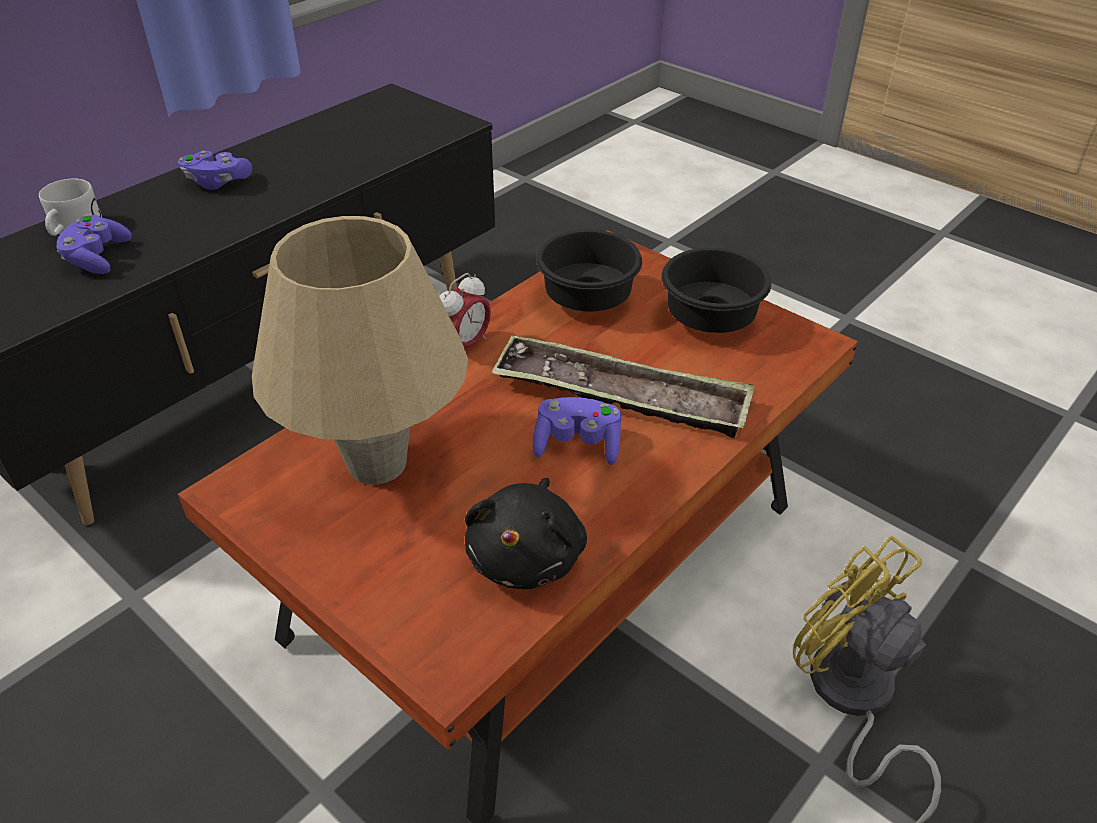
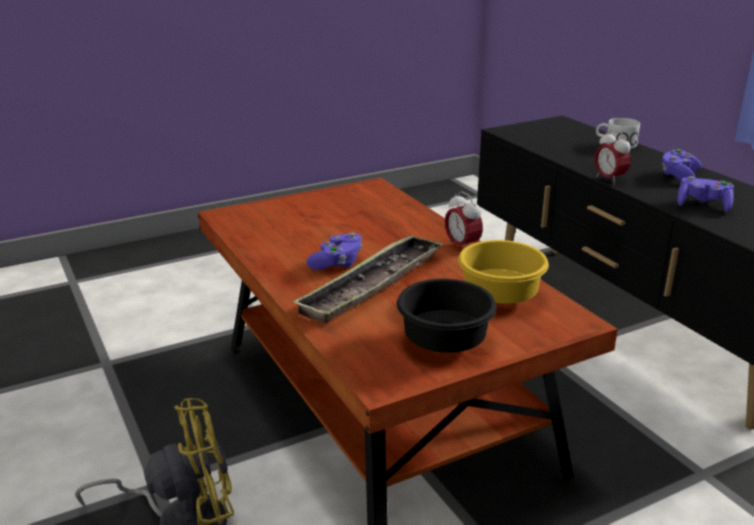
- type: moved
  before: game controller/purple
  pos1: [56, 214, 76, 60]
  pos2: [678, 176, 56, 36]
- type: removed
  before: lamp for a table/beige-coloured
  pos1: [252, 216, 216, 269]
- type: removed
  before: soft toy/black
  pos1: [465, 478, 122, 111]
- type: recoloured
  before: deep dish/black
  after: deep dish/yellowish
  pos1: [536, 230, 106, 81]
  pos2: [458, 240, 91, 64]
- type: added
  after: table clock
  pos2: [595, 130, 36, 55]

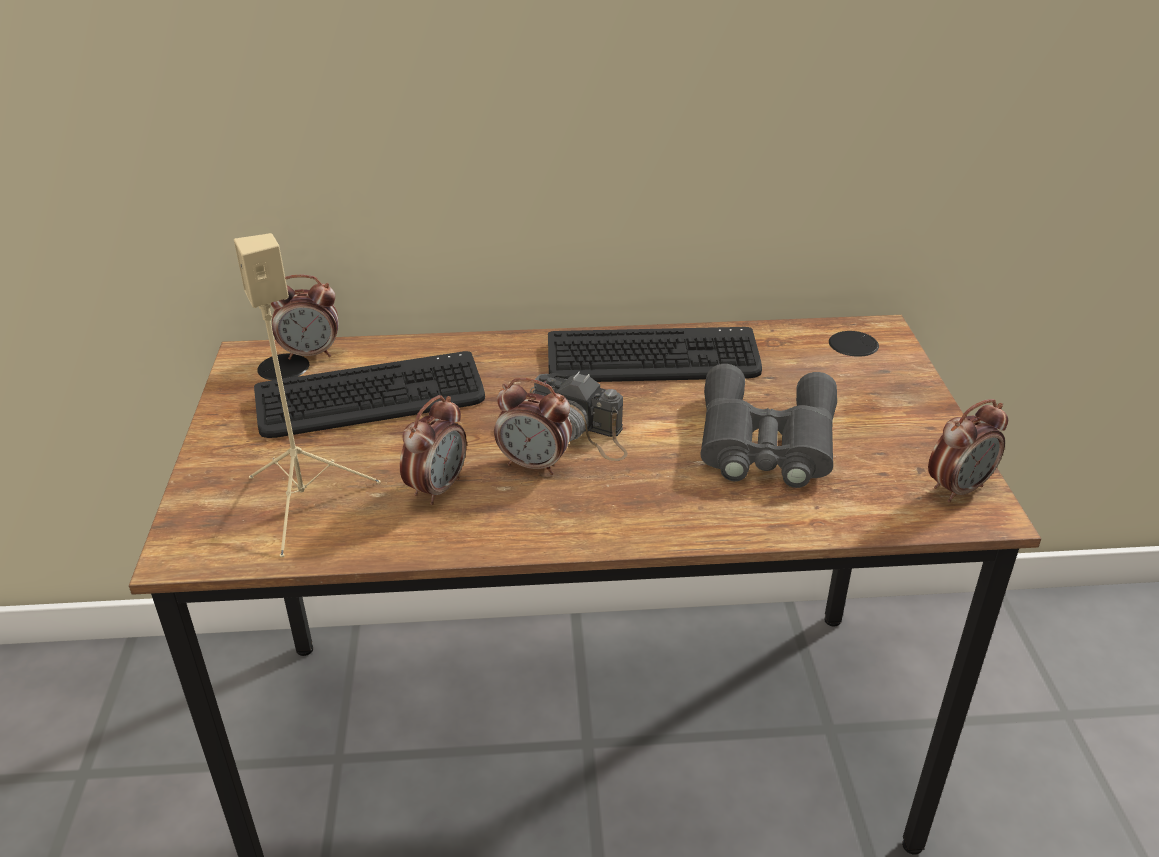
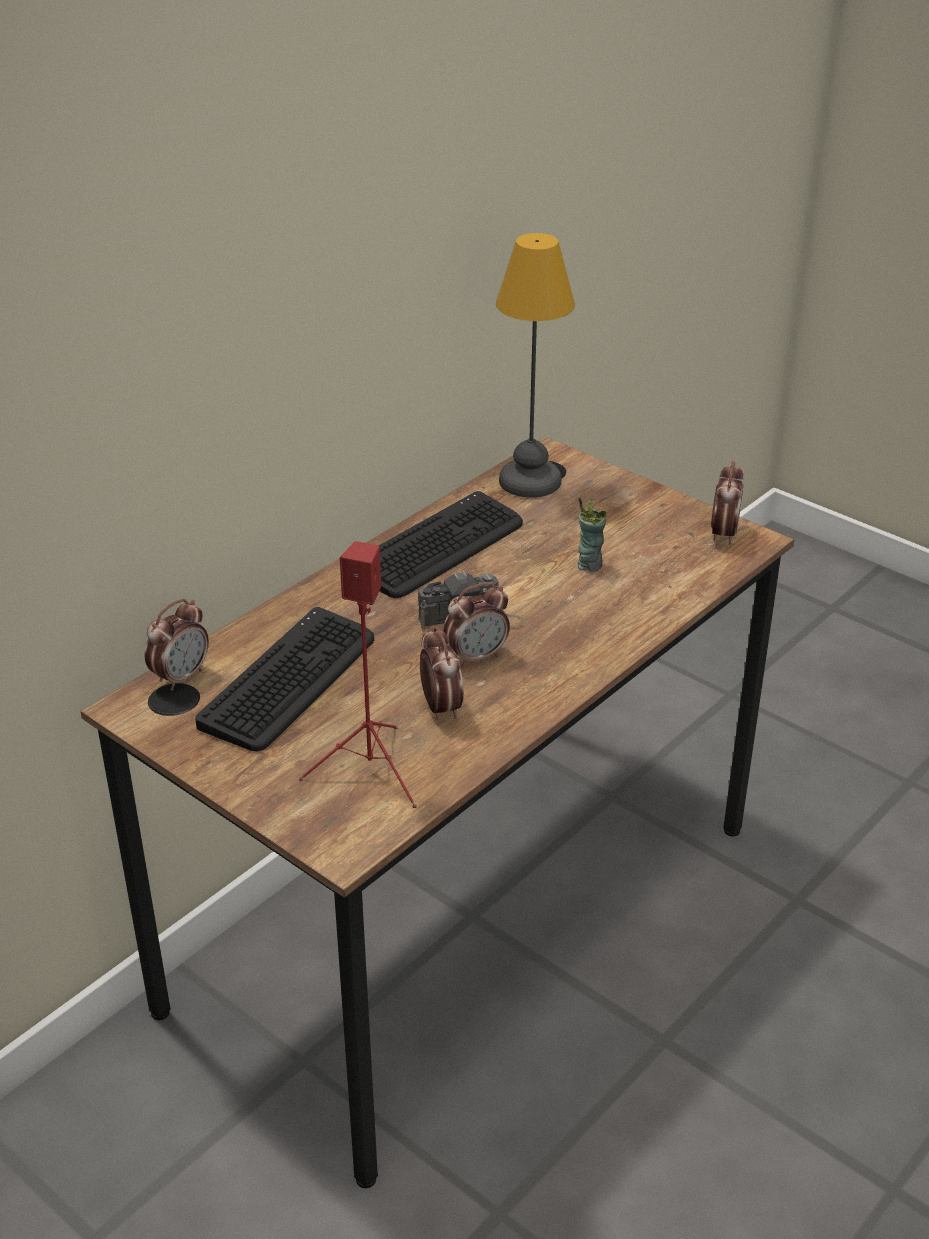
- type: recoloured
  before: audio speaker/beige-coloured
  after: audio speaker/red
  pos1: [234, 233, 147, 324]
  pos2: [299, 541, 118, 267]
- type: replaced
  before: binoculars/grey
  after: small cup
  pos1: [701, 364, 136, 124]
  pos2: [577, 497, 30, 75]
- type: added
  after: lamp for a table
  pos2: [496, 233, 79, 265]

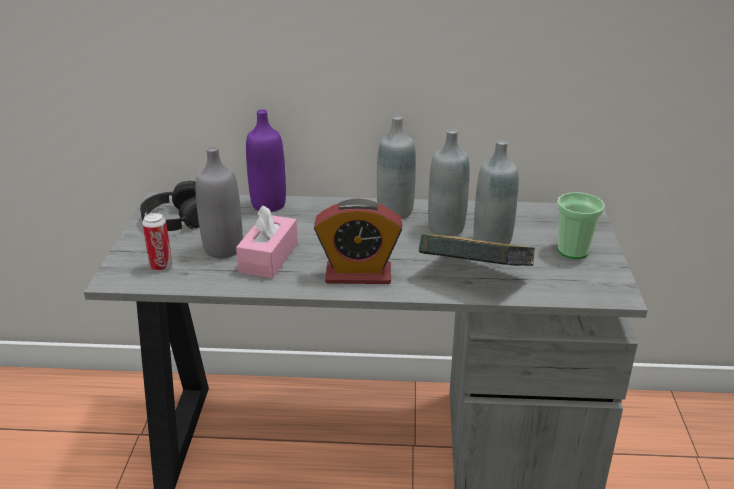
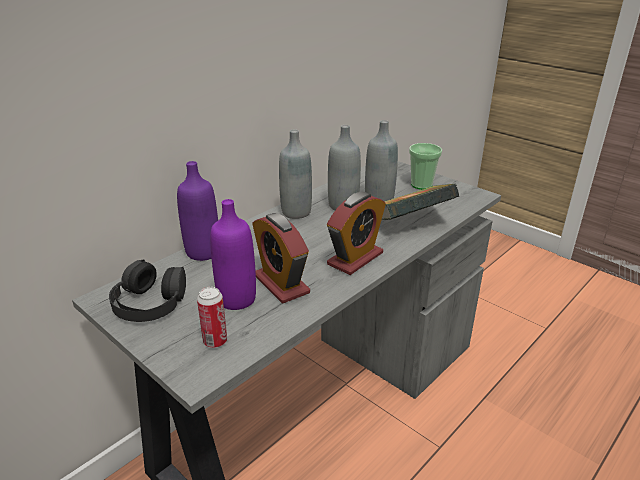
- type: recoloured
  before: bottle/grey
  after: bottle/purple
  pos1: [195, 147, 48, 112]
  pos2: [210, 199, 46, 111]
- type: replaced
  before: box of tissues/pink
  after: table clock
  pos1: [236, 205, 62, 73]
  pos2: [252, 213, 58, 90]

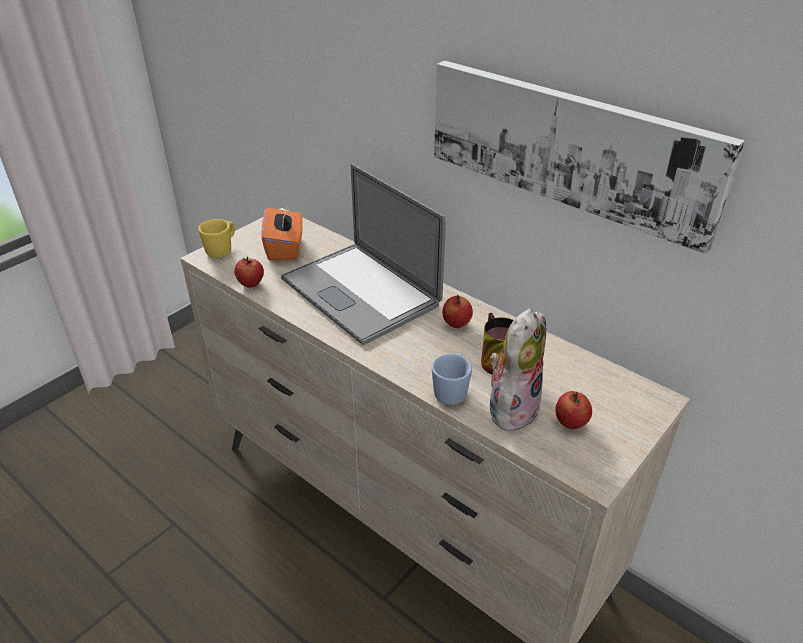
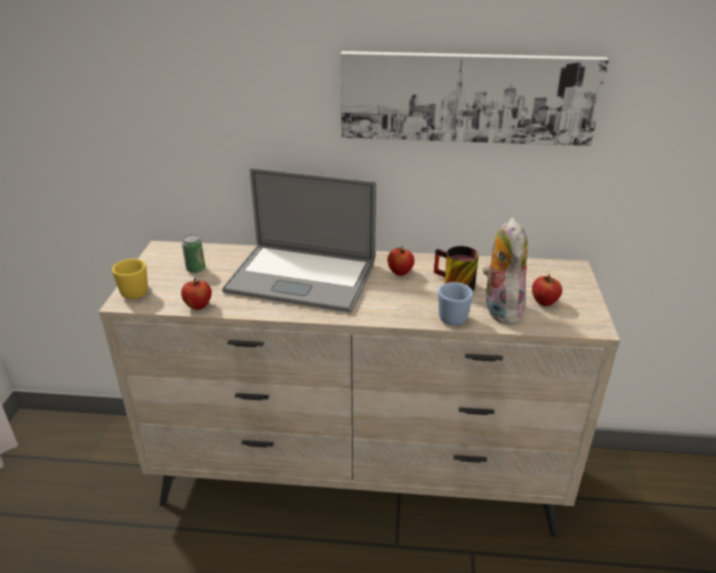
- type: replaced
  before: box of tissues/orange-coloured
  after: sealed can
  pos1: [261, 207, 42, 54]
  pos2: [182, 235, 23, 38]

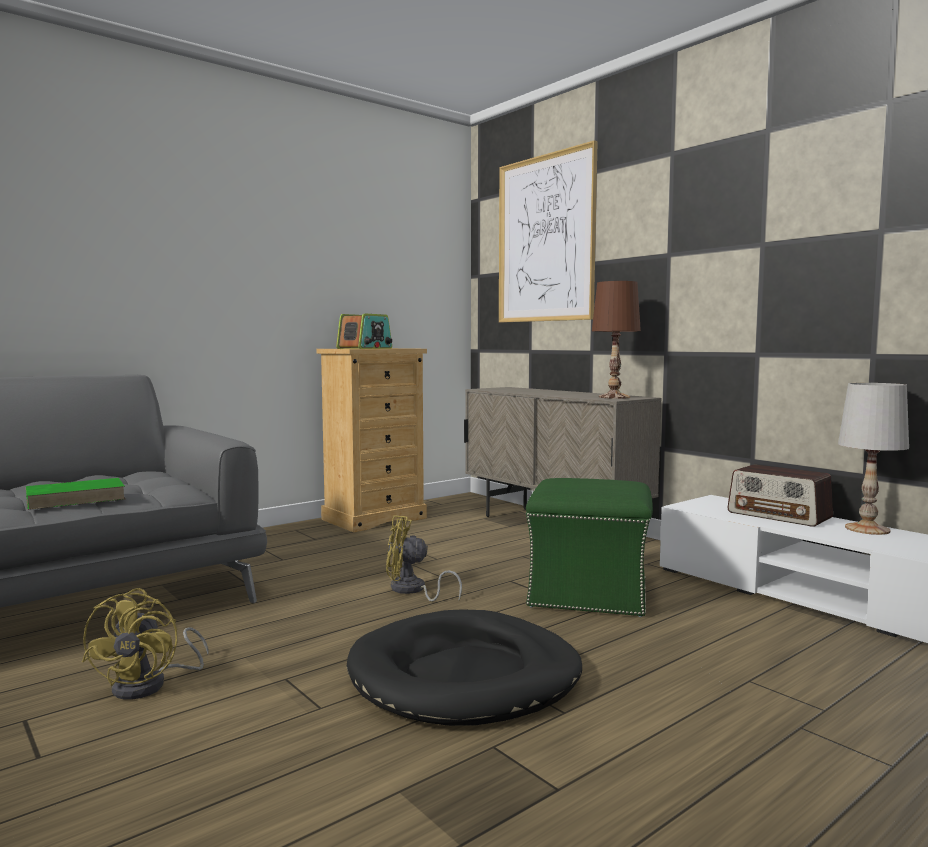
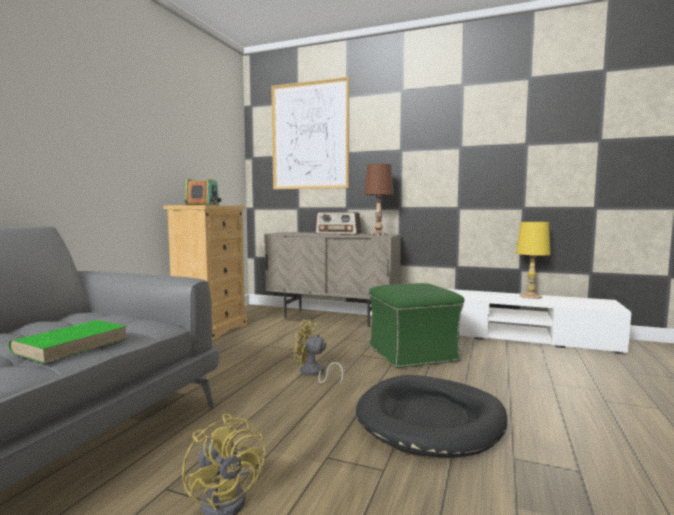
- type: turned
  before: electric fan/yellowish
  pos1: [386, 515, 76, 87]
  pos2: [294, 320, 50, 65]
  turn: 45
- type: moved
  before: radio receiver
  pos1: [727, 464, 106, 63]
  pos2: [315, 212, 46, 23]
- type: recoloured
  before: lamp for a table/white-coloured
  after: lamp for a table/yellowish
  pos1: [838, 383, 71, 152]
  pos2: [516, 222, 35, 77]

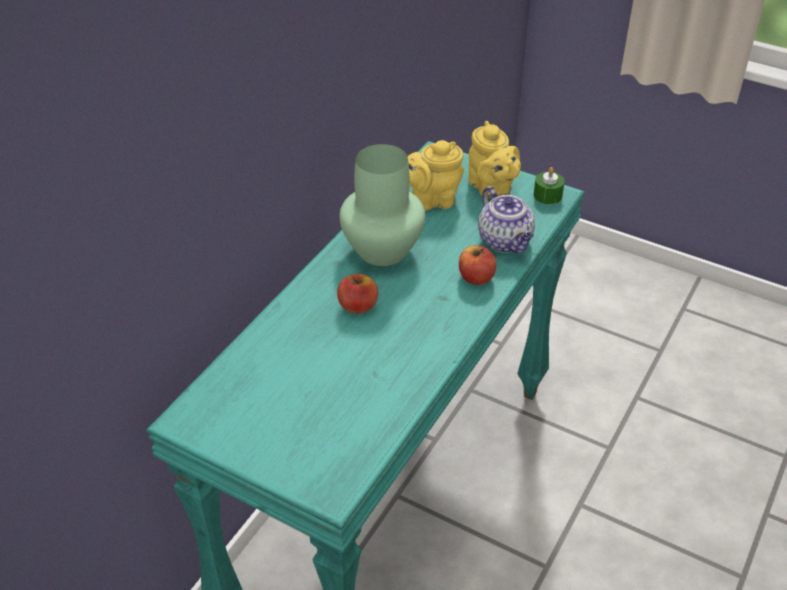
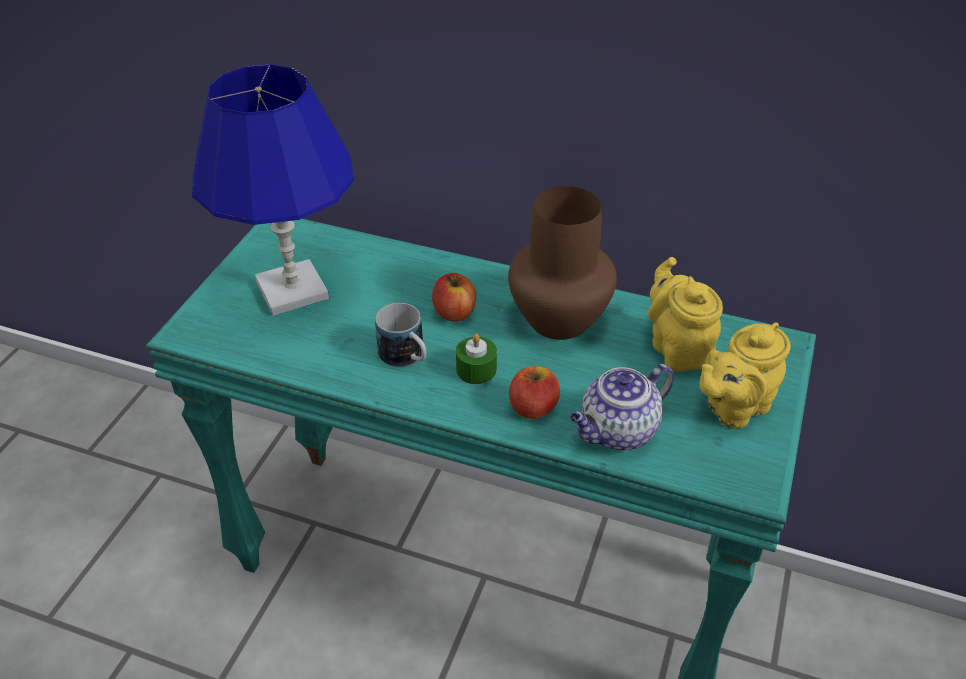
- type: recoloured
  before: vase/green-coloured
  after: vase/brown-coloured
  pos1: [339, 144, 86, 122]
  pos2: [508, 186, 109, 154]
- type: moved
  before: wax candle/green-coloured
  pos1: [534, 167, 31, 37]
  pos2: [456, 333, 41, 51]
- type: added
  after: lamp for a table/bluish
  pos2: [192, 64, 162, 251]
- type: added
  after: mug
  pos2: [375, 303, 51, 64]

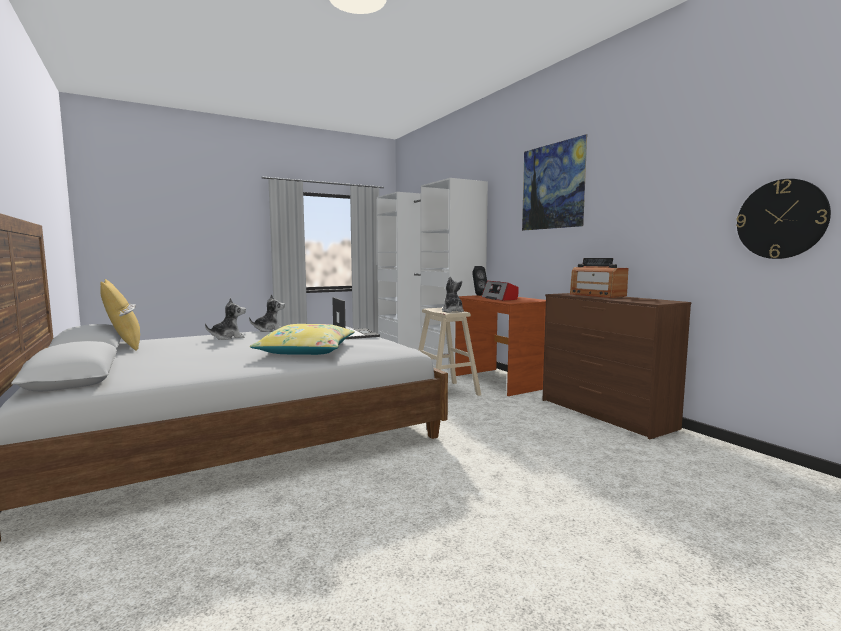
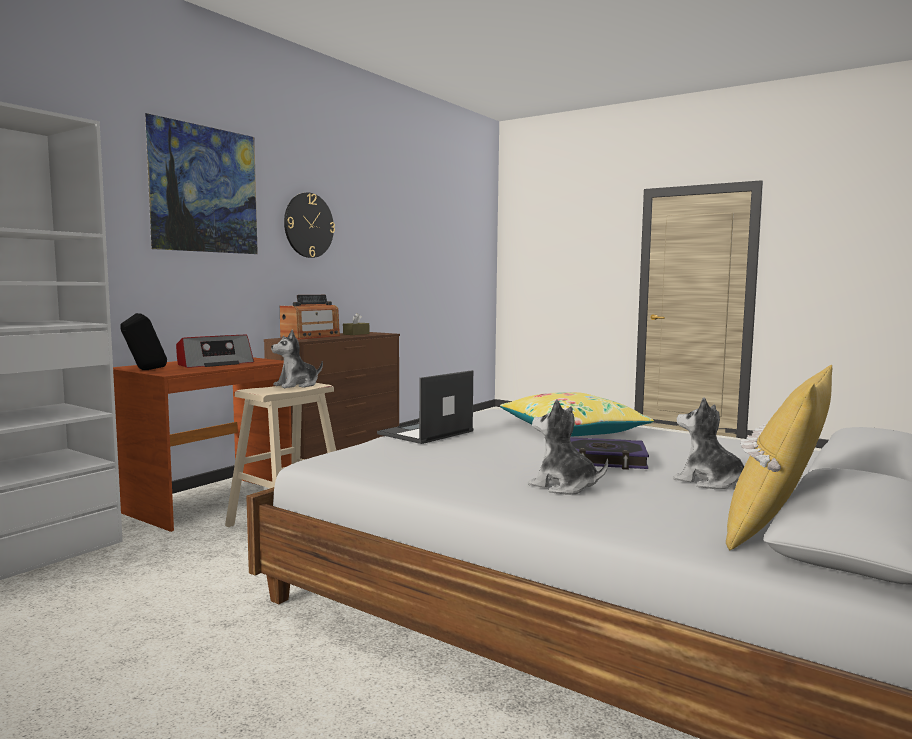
- type: moved
  before: soft toy
  pos1: [249, 294, 36, 38]
  pos2: [673, 397, 71, 92]
- type: moved
  before: wall clock
  pos1: [736, 179, 95, 80]
  pos2: [284, 193, 51, 65]
- type: added
  after: box of tissues/brown-coloured
  pos2: [343, 313, 26, 22]
- type: added
  after: bound book
  pos2: [570, 437, 79, 33]

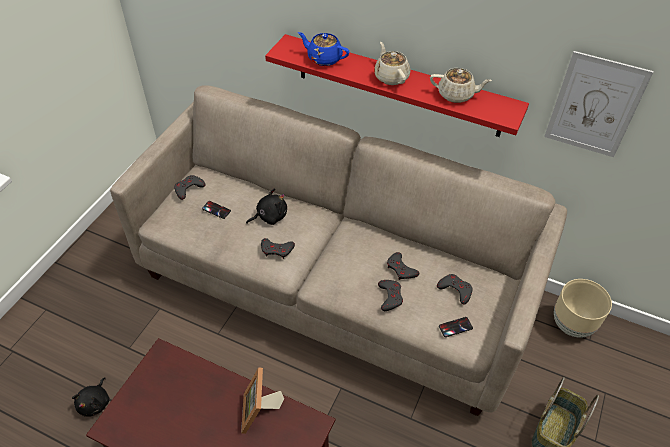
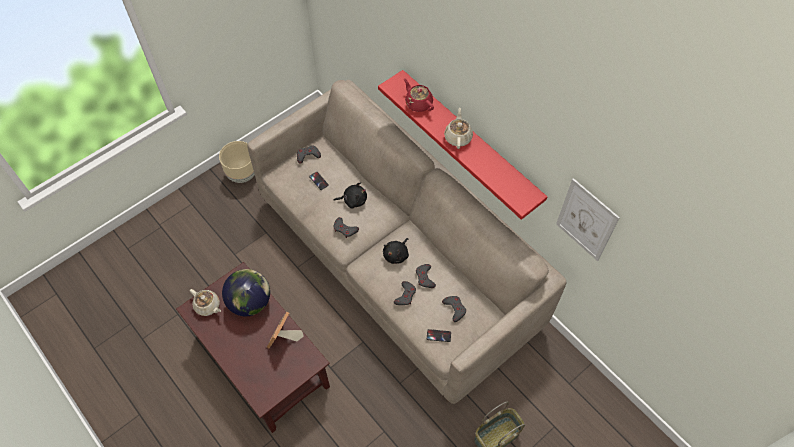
- type: moved
  before: soft toy/black
  pos1: [72, 377, 38, 40]
  pos2: [383, 238, 26, 26]
- type: recoloured
  before: tea pot/bluish
  after: tea pot/red
  pos1: [298, 32, 51, 34]
  pos2: [404, 78, 30, 34]
- type: moved
  before: tea pot/beige-coloured
  pos1: [430, 68, 62, 35]
  pos2: [190, 289, 31, 27]
- type: moved
  before: plant pot/beige-coloured
  pos1: [554, 279, 58, 59]
  pos2: [219, 141, 36, 42]
- type: added
  after: desk globe
  pos2: [222, 269, 48, 47]

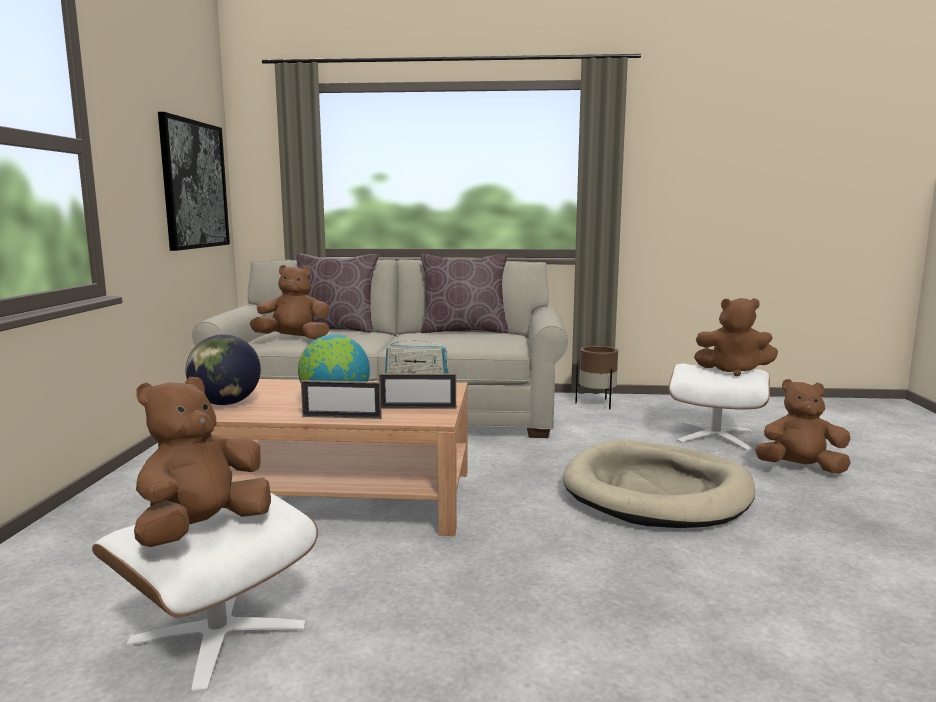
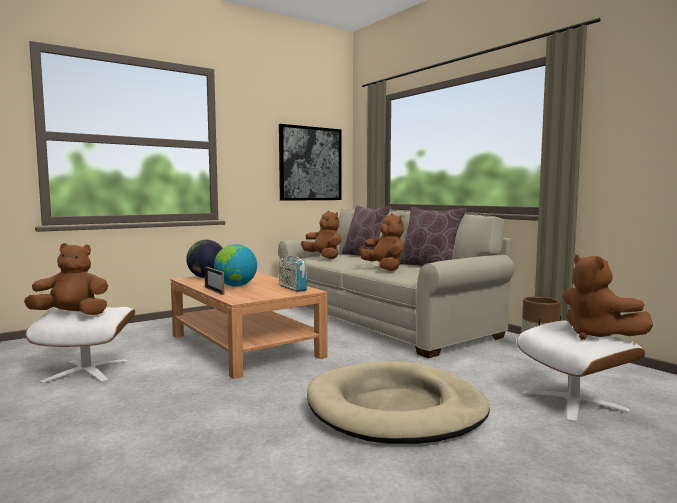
- type: removed
  before: photo frame
  pos1: [379, 373, 77, 36]
- type: moved
  before: soft toy/brown-coloured
  pos1: [755, 379, 96, 95]
  pos2: [359, 214, 45, 57]

